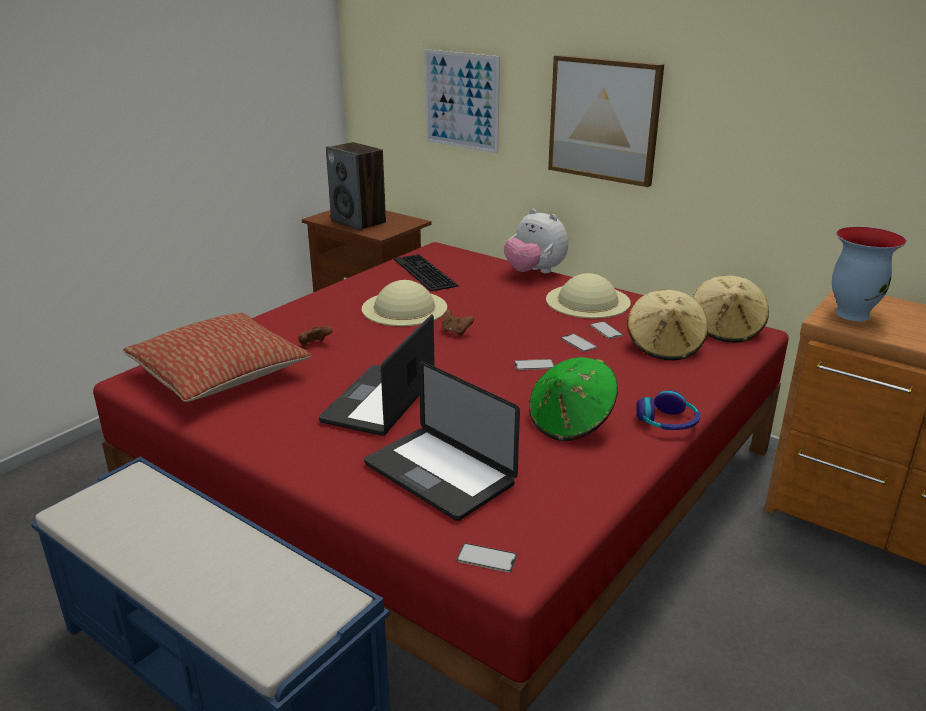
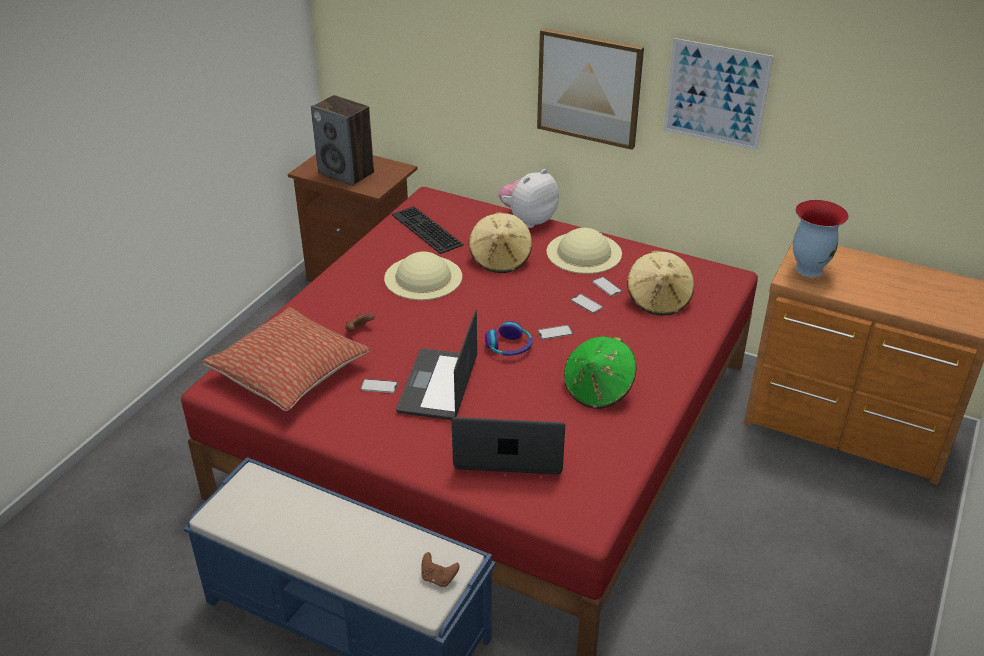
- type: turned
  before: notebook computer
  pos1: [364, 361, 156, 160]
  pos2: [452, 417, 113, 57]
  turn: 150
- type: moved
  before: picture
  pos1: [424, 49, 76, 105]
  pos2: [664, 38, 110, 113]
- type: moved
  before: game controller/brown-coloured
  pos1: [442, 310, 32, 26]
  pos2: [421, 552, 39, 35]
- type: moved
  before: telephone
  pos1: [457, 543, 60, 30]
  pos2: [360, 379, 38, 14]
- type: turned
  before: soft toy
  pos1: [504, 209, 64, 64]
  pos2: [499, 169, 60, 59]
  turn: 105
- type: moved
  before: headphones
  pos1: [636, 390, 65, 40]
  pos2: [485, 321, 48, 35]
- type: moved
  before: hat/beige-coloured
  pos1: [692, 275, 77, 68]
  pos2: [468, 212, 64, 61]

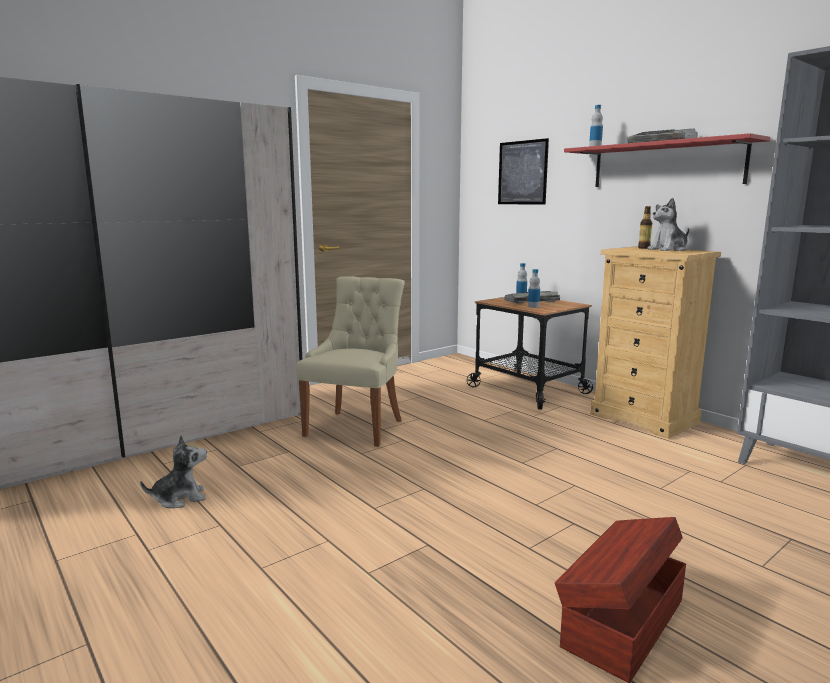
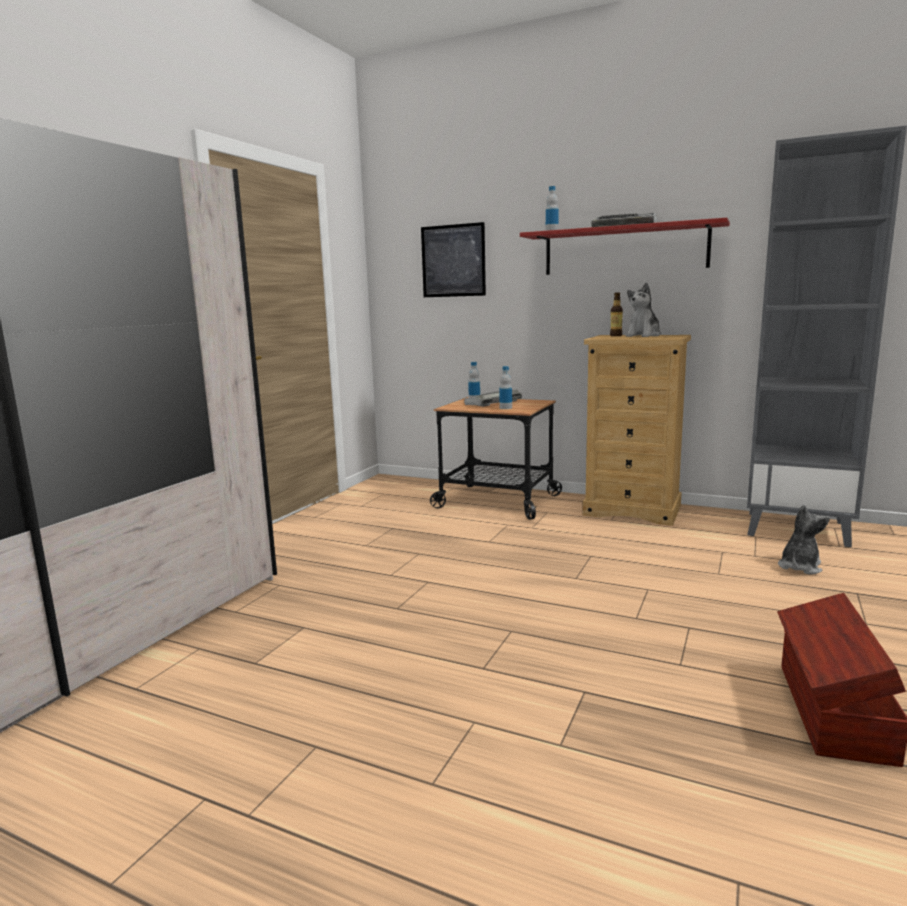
- type: moved
  before: soft toy
  pos1: [140, 435, 67, 73]
  pos2: [778, 505, 52, 70]
- type: removed
  before: upright chair/beige-coloured
  pos1: [296, 276, 109, 171]

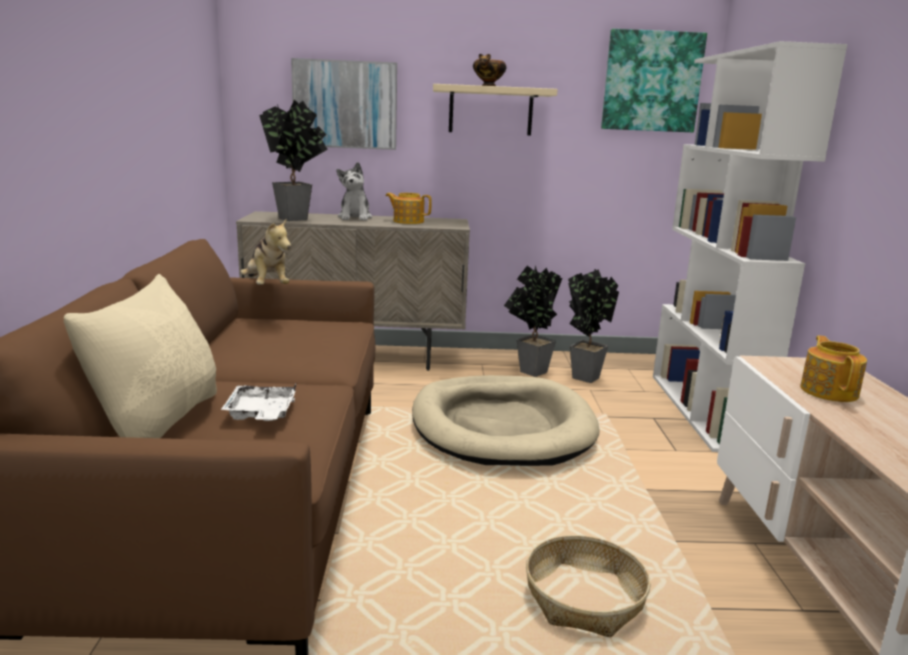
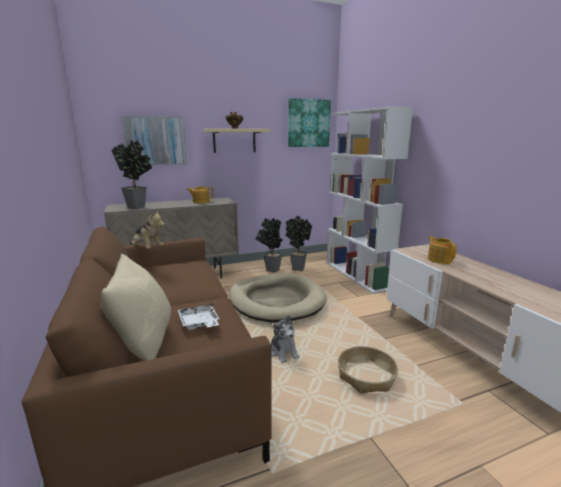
- type: moved
  before: soft toy
  pos1: [336, 162, 36, 59]
  pos2: [271, 315, 29, 48]

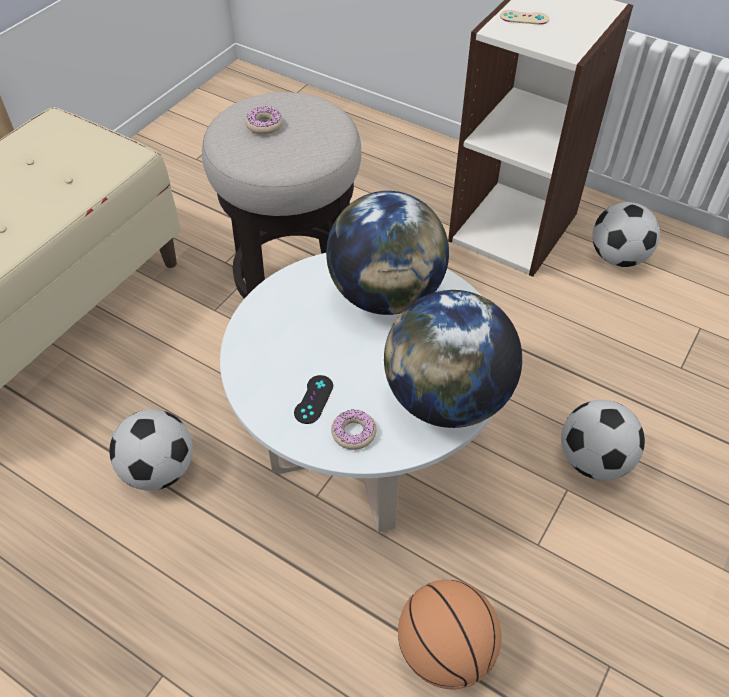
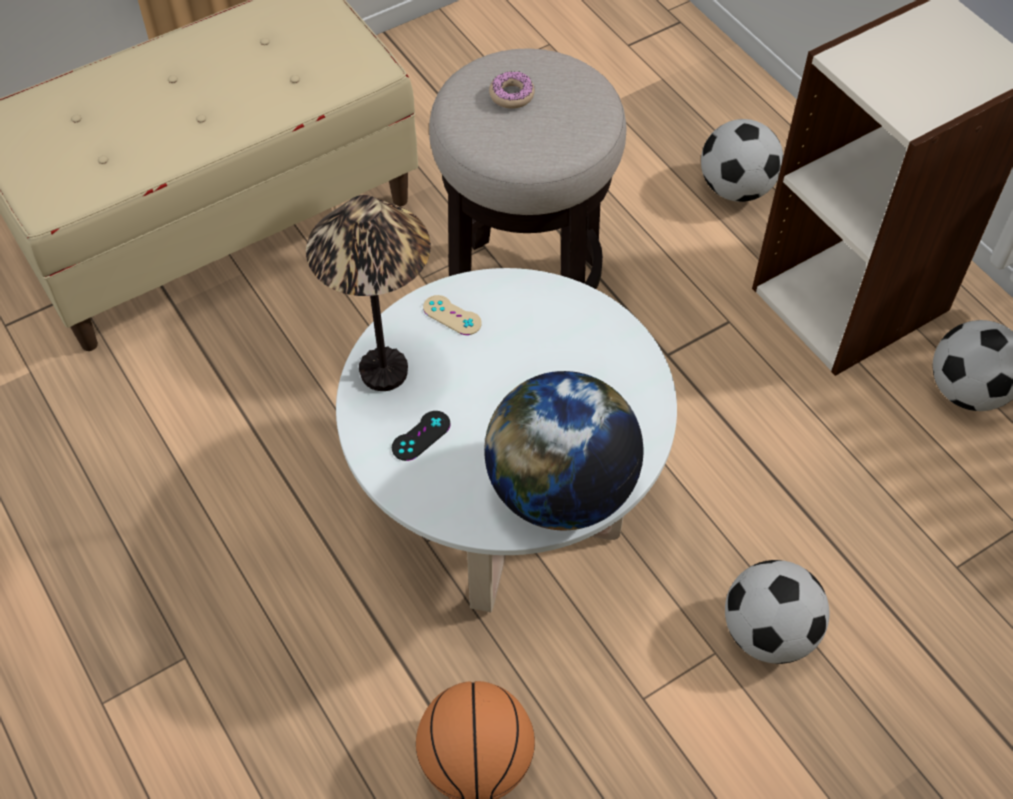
- type: moved
  before: football
  pos1: [109, 409, 84, 82]
  pos2: [701, 119, 82, 83]
- type: removed
  before: desk globe
  pos1: [326, 191, 123, 124]
- type: removed
  before: donut
  pos1: [331, 409, 45, 41]
- type: moved
  before: game controller/beige-coloured
  pos1: [500, 10, 49, 15]
  pos2: [423, 295, 59, 40]
- type: added
  after: lamp for a table
  pos2: [306, 195, 125, 196]

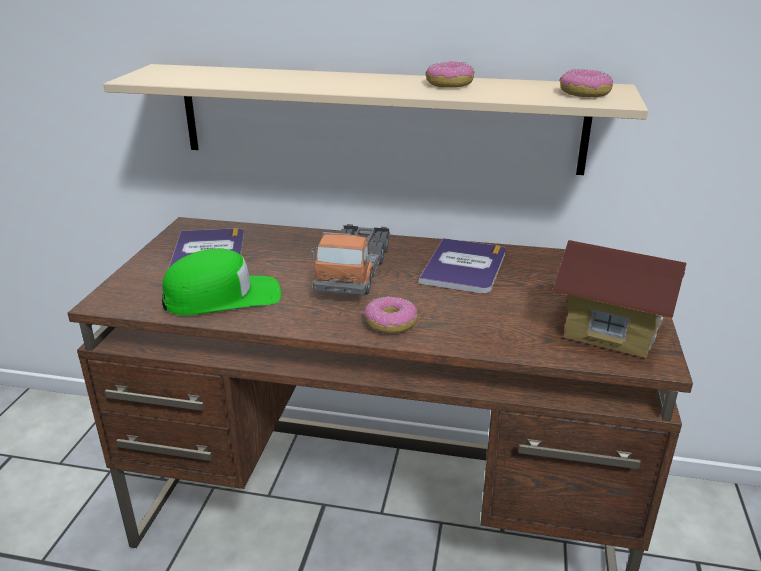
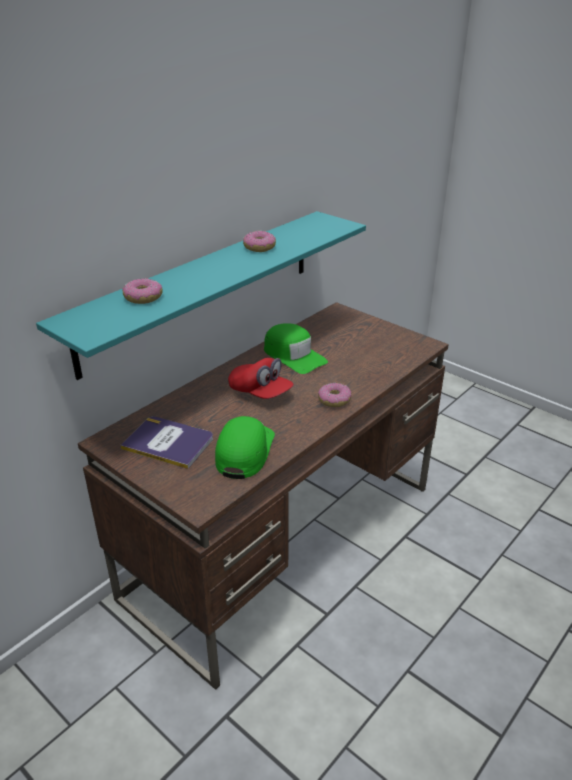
- type: recoloured
  before: shelf/beige-coloured
  after: shelf/blue-green
  pos1: [103, 64, 545, 111]
  pos2: [36, 211, 330, 169]
- type: replaced
  before: toy lorry
  after: cap/red
  pos1: [311, 224, 79, 71]
  pos2: [228, 358, 66, 41]
- type: replaced
  before: bound book
  after: cap/green-coloured
  pos1: [419, 238, 86, 56]
  pos2: [264, 323, 64, 51]
- type: removed
  before: miniature house
  pos1: [552, 240, 134, 118]
- type: moved
  before: donut
  pos1: [559, 69, 54, 28]
  pos2: [122, 278, 41, 26]

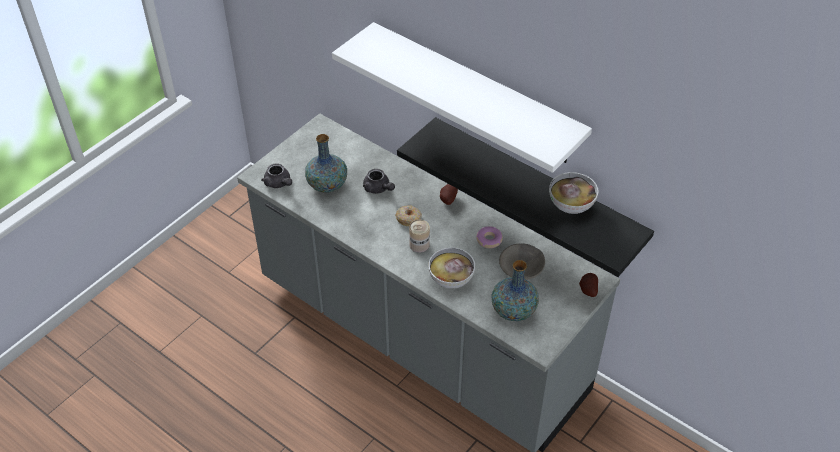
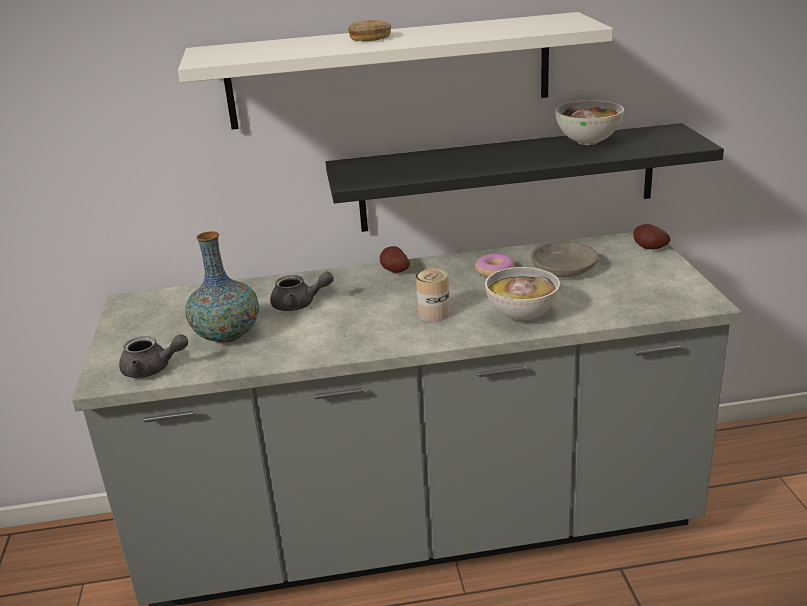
- type: moved
  before: donut
  pos1: [395, 206, 27, 20]
  pos2: [348, 20, 43, 21]
- type: removed
  before: vase
  pos1: [492, 260, 47, 61]

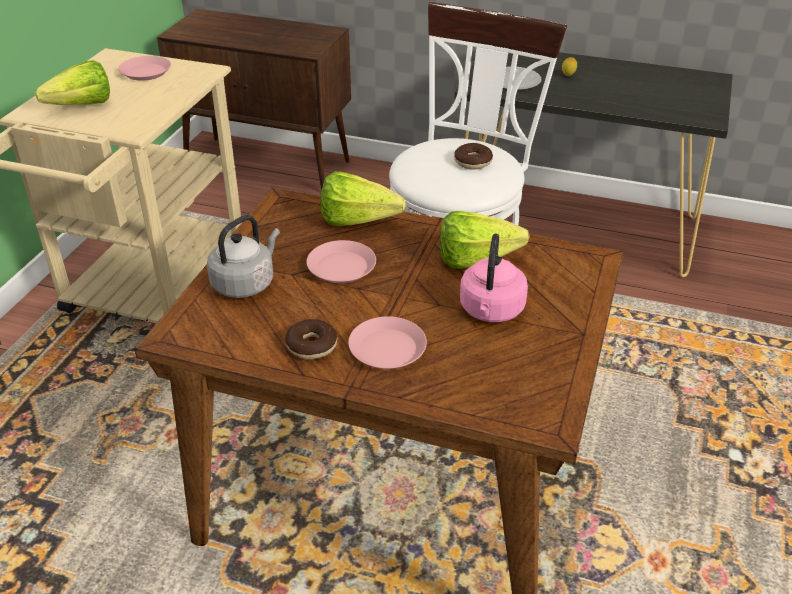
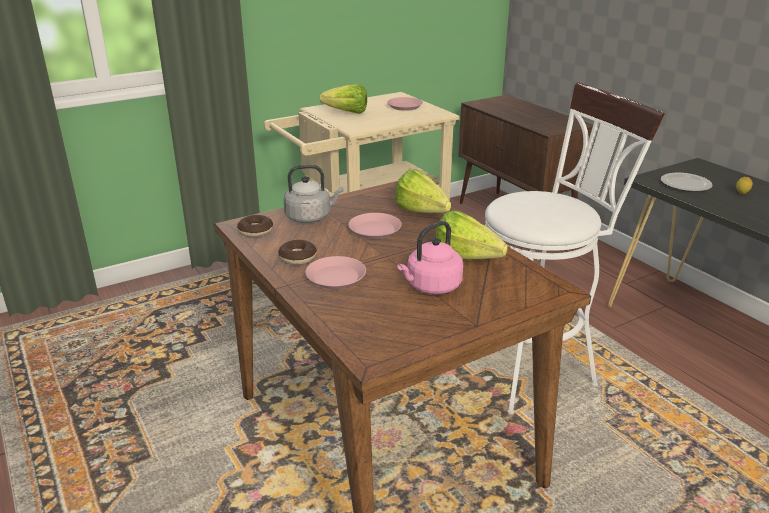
- type: moved
  before: donut
  pos1: [454, 143, 39, 26]
  pos2: [237, 215, 36, 22]

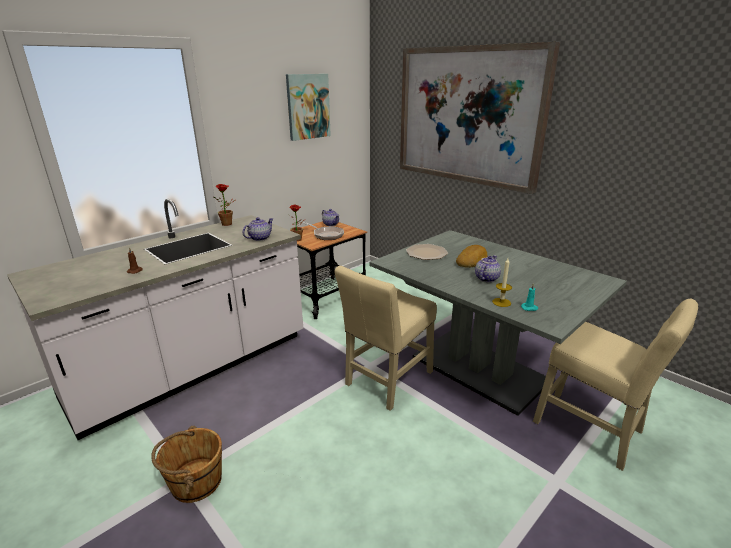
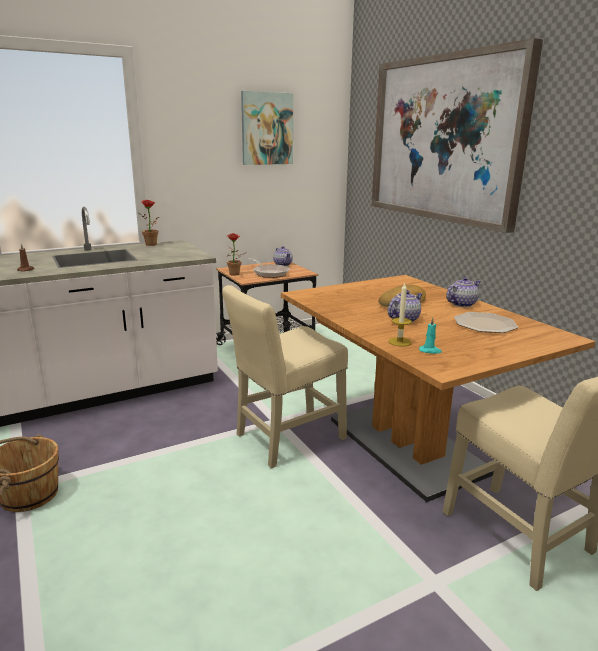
- type: moved
  before: tea pot
  pos1: [243, 217, 31, 24]
  pos2: [446, 277, 35, 30]
- type: recoloured
  before: dinner table/grey
  after: dinner table/brown-coloured
  pos1: [369, 230, 258, 186]
  pos2: [281, 275, 315, 227]
- type: moved
  before: dinner plate
  pos1: [406, 244, 42, 16]
  pos2: [454, 312, 64, 21]

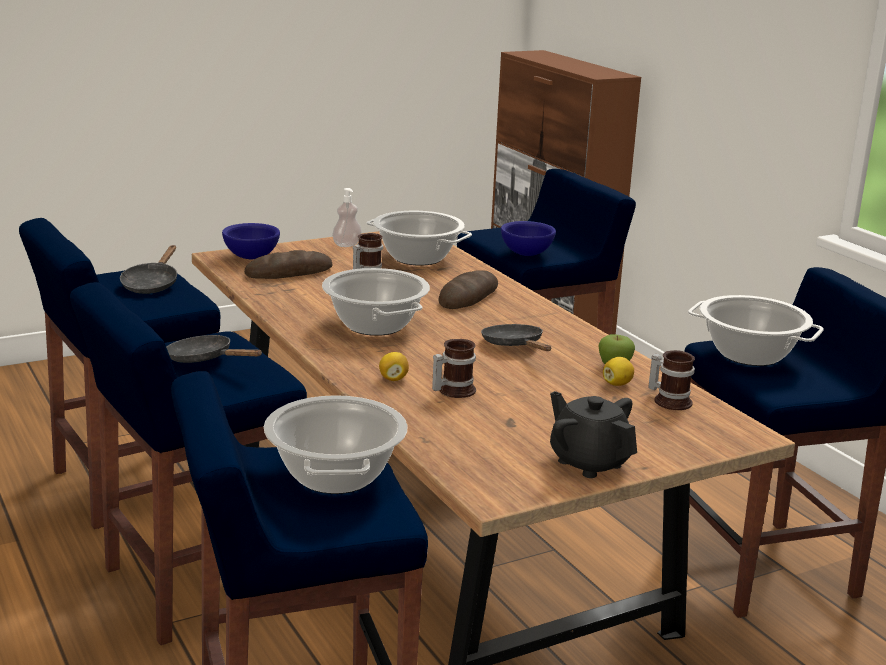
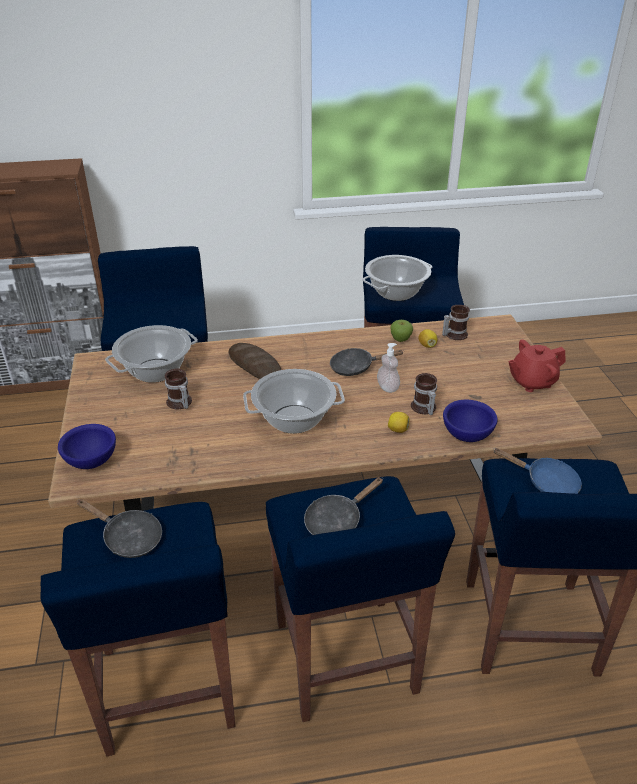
- type: removed
  before: bread
  pos1: [244, 250, 89, 29]
- type: replaced
  before: cooking pot
  after: pan/bluish
  pos1: [264, 395, 144, 99]
  pos2: [494, 448, 88, 46]
- type: moved
  before: soap bottle
  pos1: [332, 188, 30, 59]
  pos2: [377, 343, 23, 50]
- type: moved
  before: deep dish/bluish
  pos1: [501, 221, 55, 35]
  pos2: [443, 400, 55, 42]
- type: recoloured
  before: tea pot/black
  after: tea pot/red
  pos1: [550, 391, 87, 87]
  pos2: [508, 339, 58, 53]

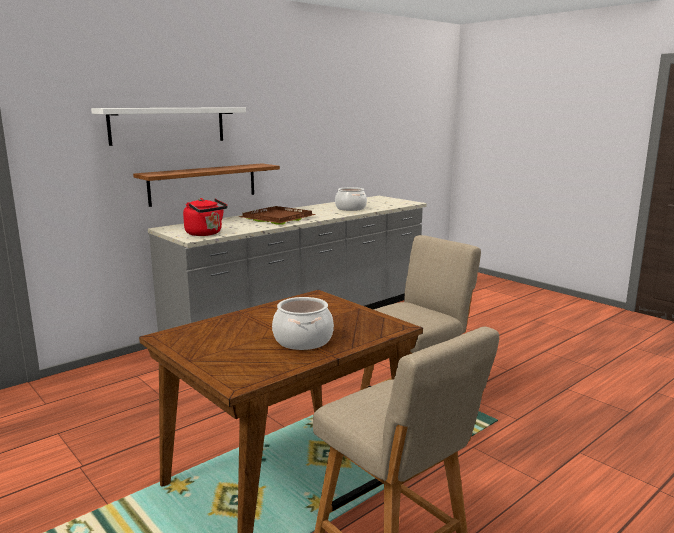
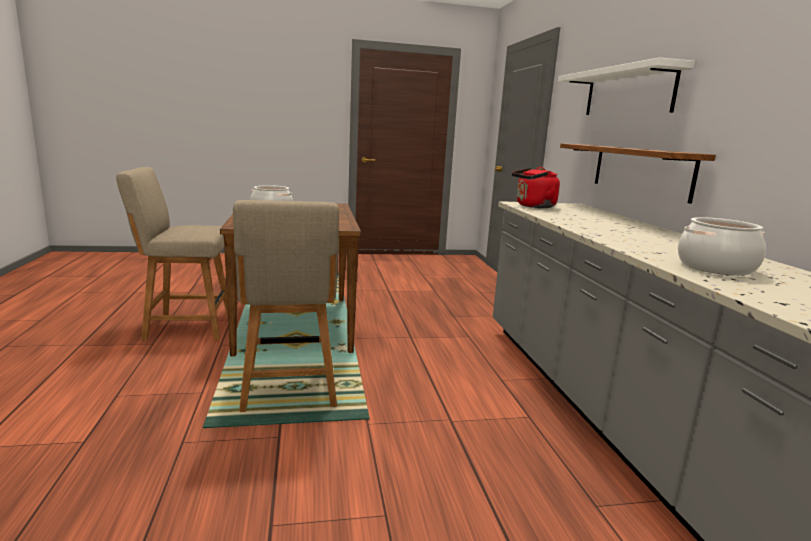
- type: removed
  before: tray/brown-coloured
  pos1: [239, 206, 77, 19]

